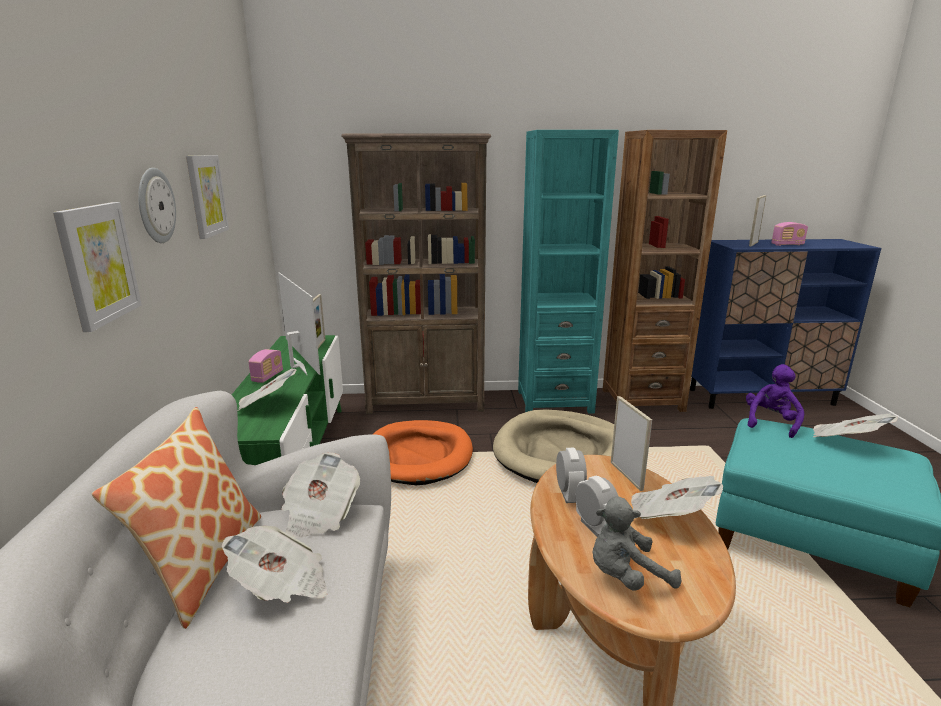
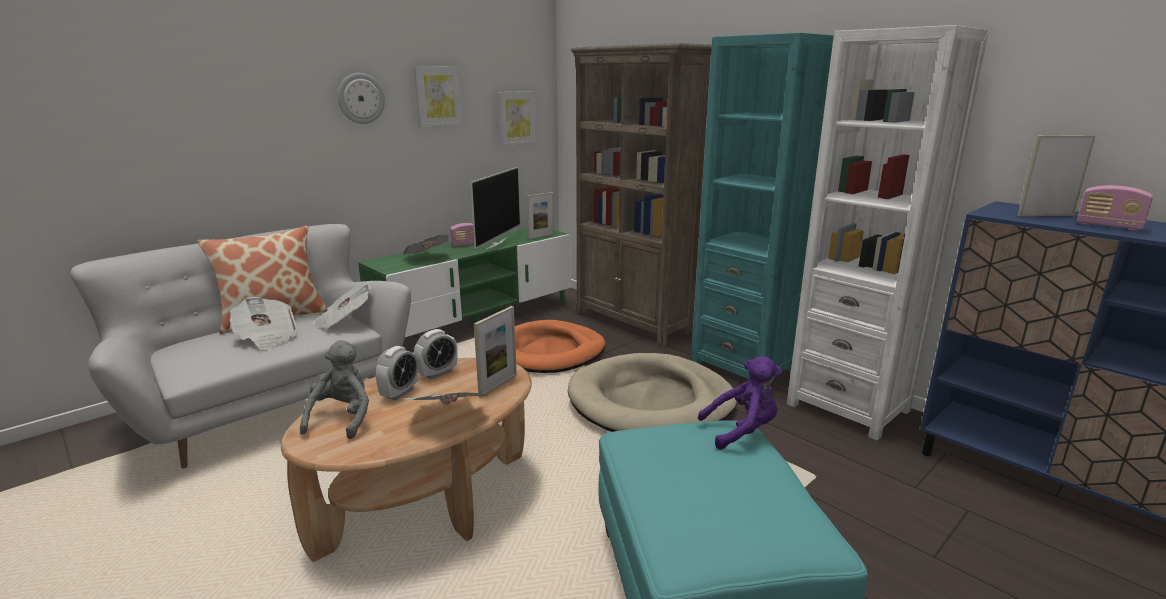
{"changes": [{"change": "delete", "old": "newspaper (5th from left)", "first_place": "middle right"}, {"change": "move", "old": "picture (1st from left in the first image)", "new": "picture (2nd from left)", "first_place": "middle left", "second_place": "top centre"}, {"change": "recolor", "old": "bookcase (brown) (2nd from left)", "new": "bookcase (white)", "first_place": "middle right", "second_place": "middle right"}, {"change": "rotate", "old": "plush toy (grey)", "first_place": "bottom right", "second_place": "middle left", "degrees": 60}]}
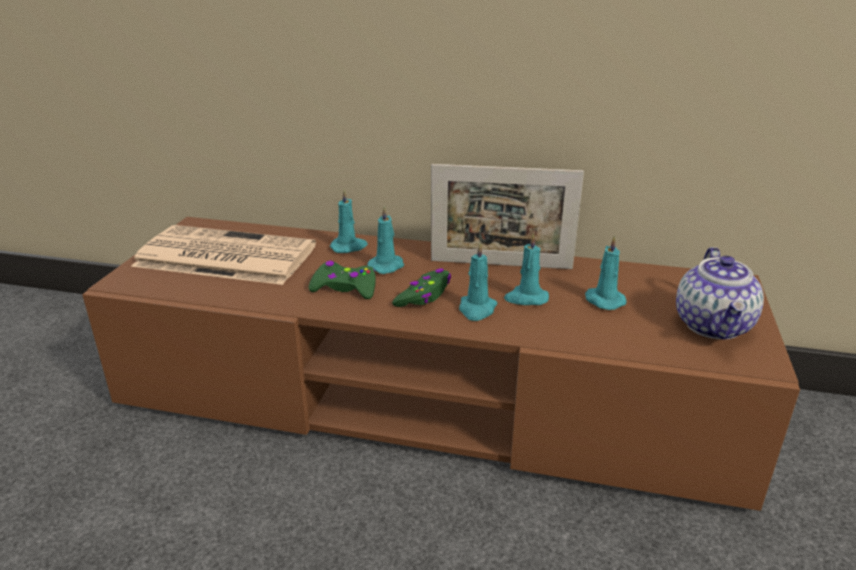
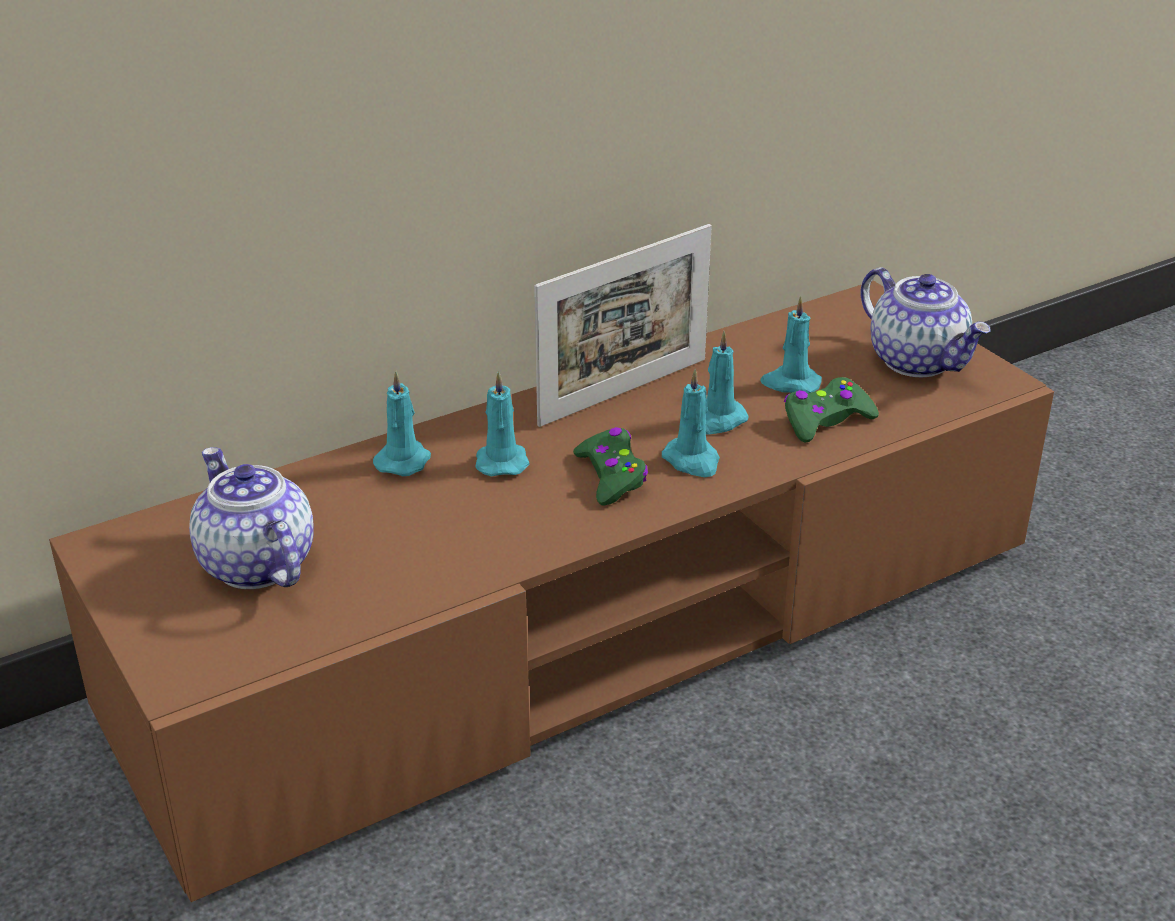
{"changes": [{"change": "move", "old": "game controller (green) (1st from left in the first image)", "new": "game controller (green) (2nd from left)", "first_place": "centre", "second_place": "middle right"}, {"change": "replace", "old": "newspaper", "new": "teapot (1st from left)", "first_place": "middle left", "second_place": "middle left"}]}
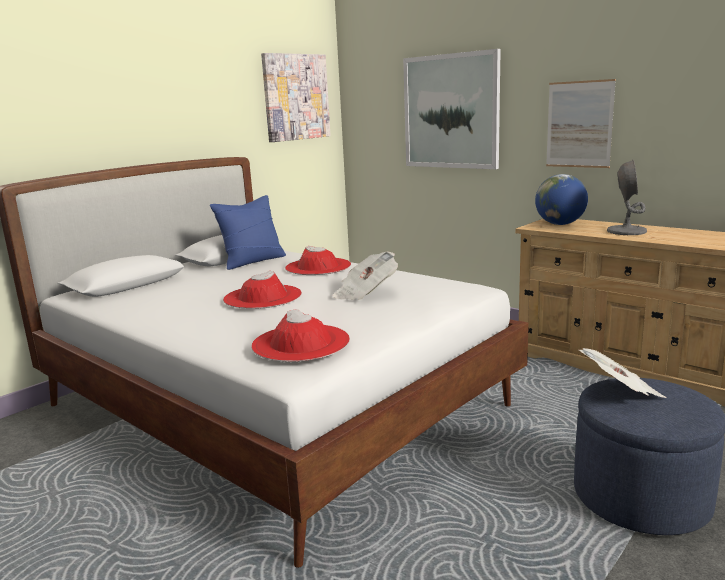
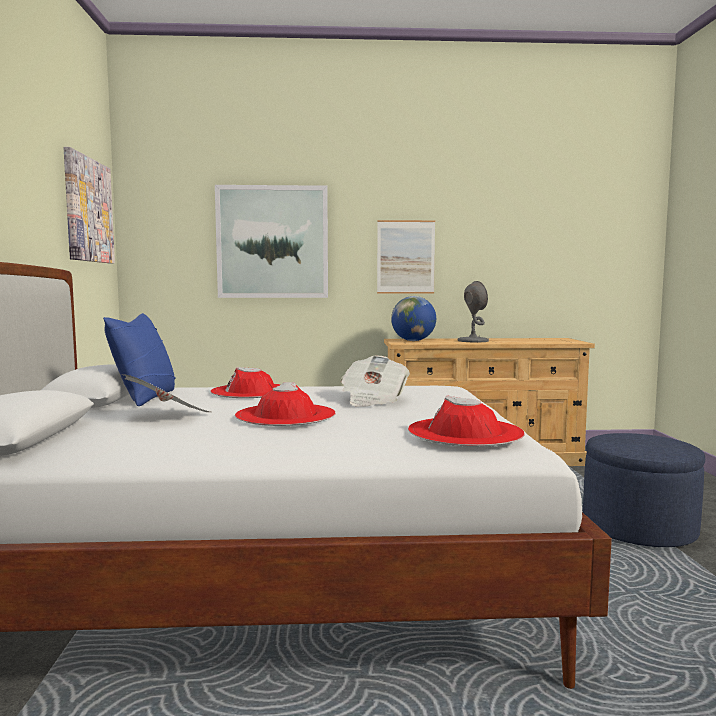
{"changes": [{"change": "move", "old": "newspaper (2nd from left in the first image)", "new": "newspaper (1st from left)", "first_place": "middle right", "second_place": "middle left"}]}
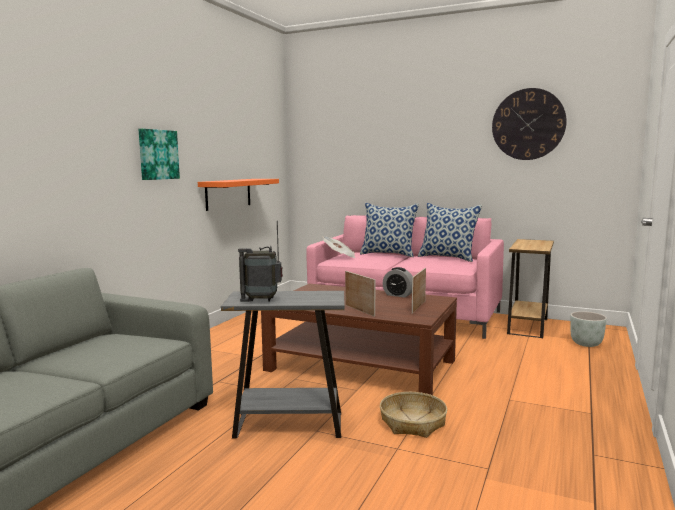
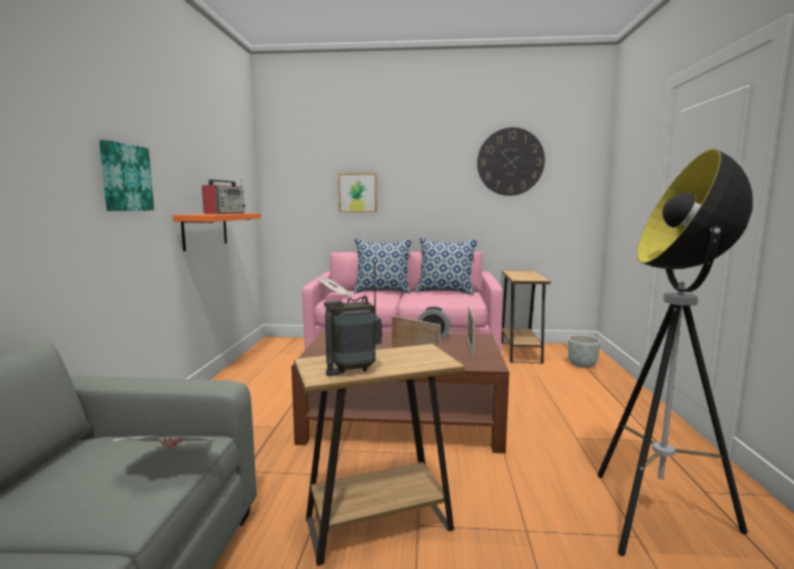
{"changes": [{"change": "delete", "old": "basket", "first_place": "bottom centre"}, {"change": "insert", "new": "newspaper (1st from left)", "second_place": "bottom left"}, {"change": "insert", "new": "radio (1st from left)", "second_place": "middle left"}, {"change": "insert", "new": "picture (2nd from left)", "second_place": "centre"}, {"change": "insert", "new": "floor lamp", "second_place": "middle right"}, {"change": "recolor", "old": "side table (grey)", "new": "side table (brown) (1st from left)", "first_place": "bottom centre", "second_place": "bottom centre"}]}
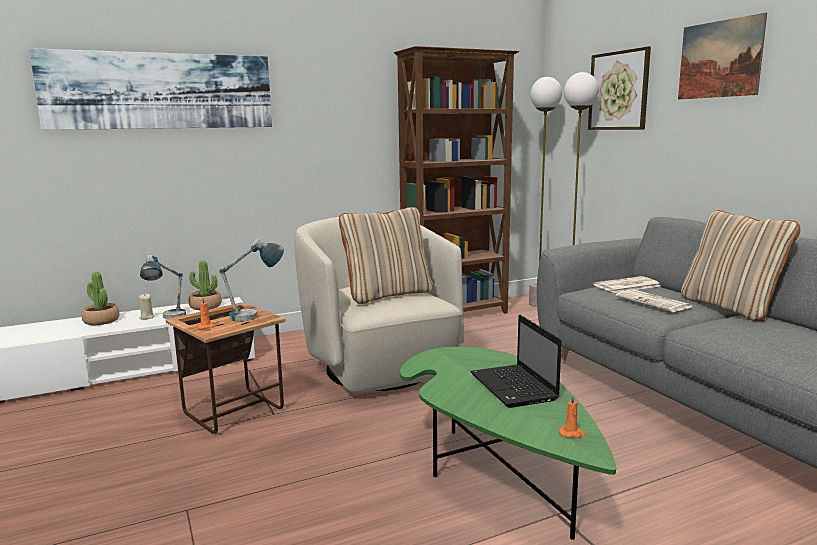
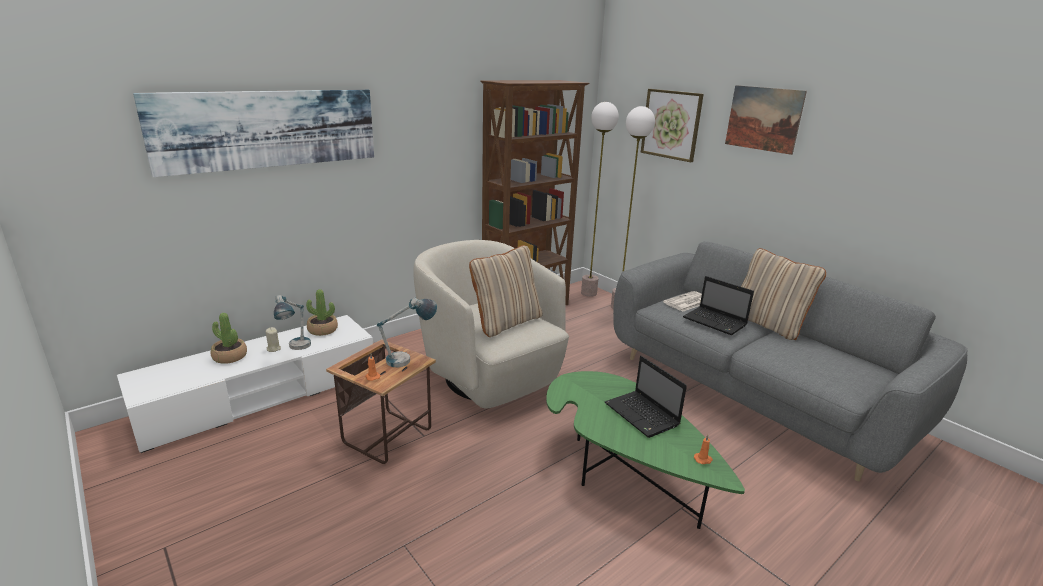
{"changes": [{"change": "replace", "old": "newspaper (2nd from left)", "new": "laptop (2nd from left)", "first_place": "middle right", "second_place": "middle right"}]}
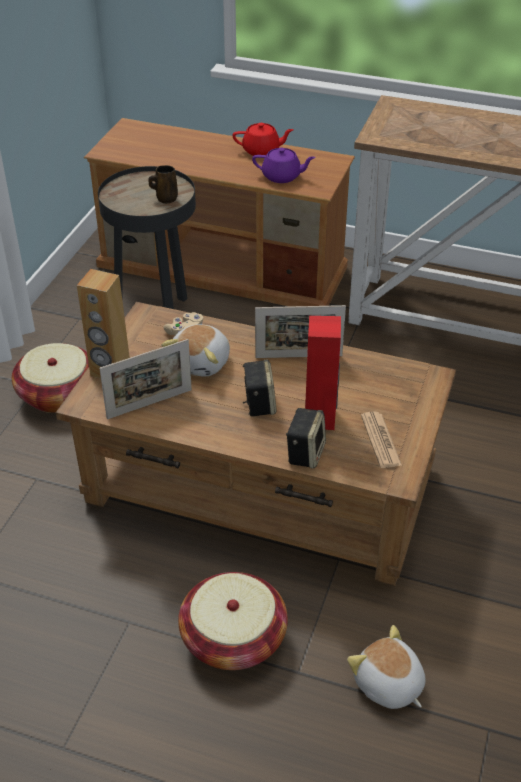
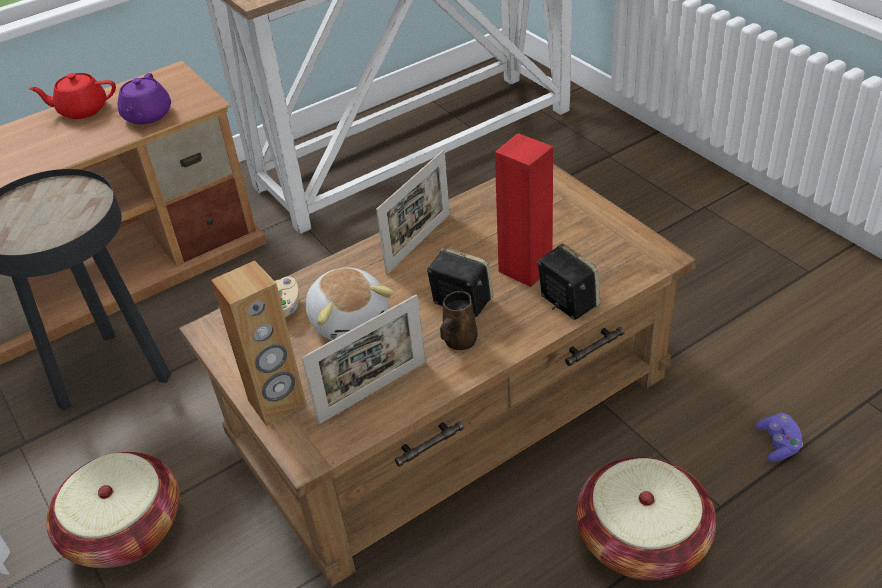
{"changes": [{"change": "delete", "old": "newspaper", "first_place": "middle right"}, {"change": "move", "old": "mug (brown)", "first_place": "top left", "second_place": "centre"}, {"change": "replace", "old": "plush toy (2nd from left)", "new": "game controller (purple)", "first_place": "bottom right", "second_place": "bottom right"}, {"change": "rotate", "old": "picture frame (1st from left)", "first_place": "middle left", "second_place": "centre", "degrees": 45}, {"change": "rotate", "old": "teapot (red)", "first_place": "top centre", "second_place": "top left", "degrees": -135}, {"change": "rotate", "old": "teapot (purple)", "first_place": "top centre", "second_place": "top left", "degrees": 135}]}
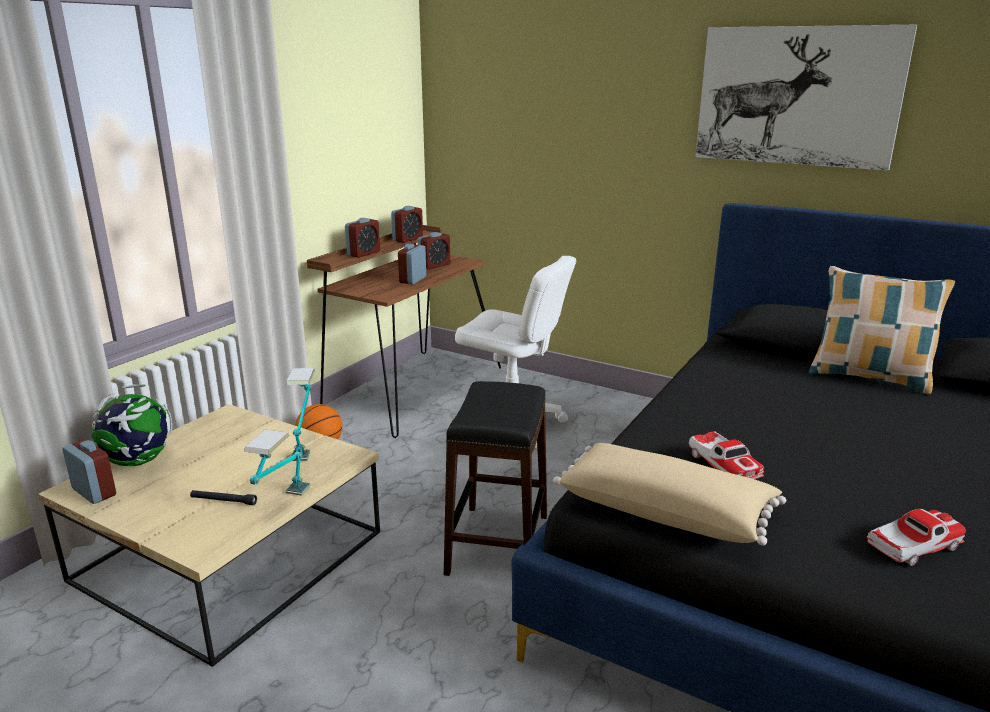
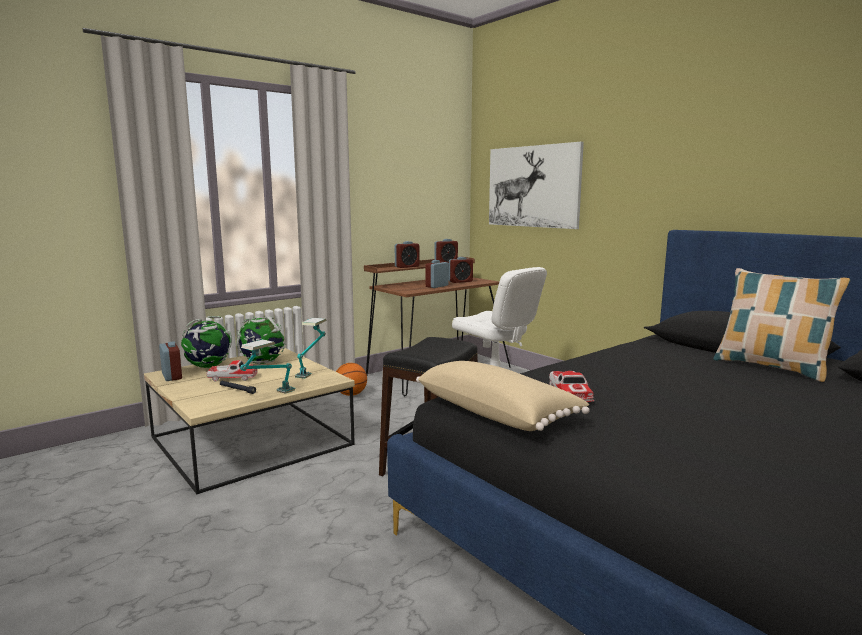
{"changes": [{"change": "insert", "new": "globe (2nd from left)", "second_place": "middle left"}, {"change": "move", "old": "picture", "first_place": "top right", "second_place": "top centre"}, {"change": "move", "old": "toy car (2nd from left in the first image)", "new": "toy car (1st from left)", "first_place": "bottom right", "second_place": "middle left"}]}
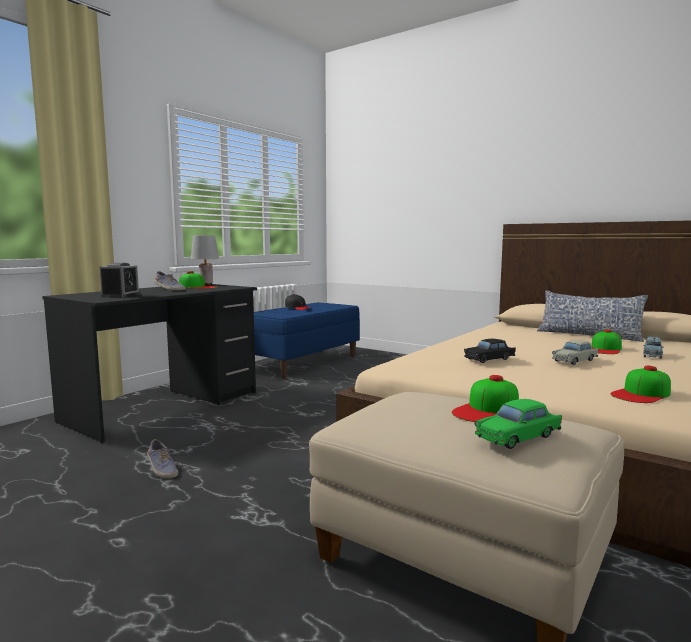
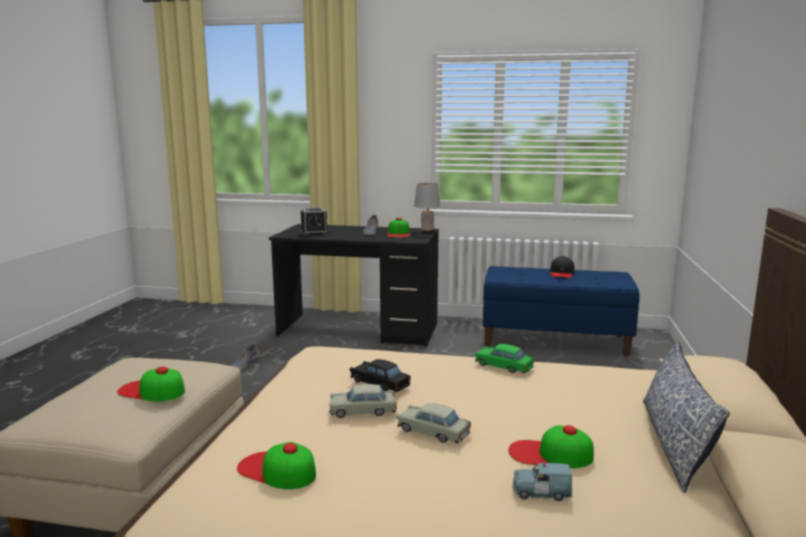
{"changes": [{"change": "insert", "new": "toy car (beige) (1st from left)", "second_place": "bottom centre"}, {"change": "move", "old": "toy car (green)", "first_place": "middle right", "second_place": "bottom centre"}]}
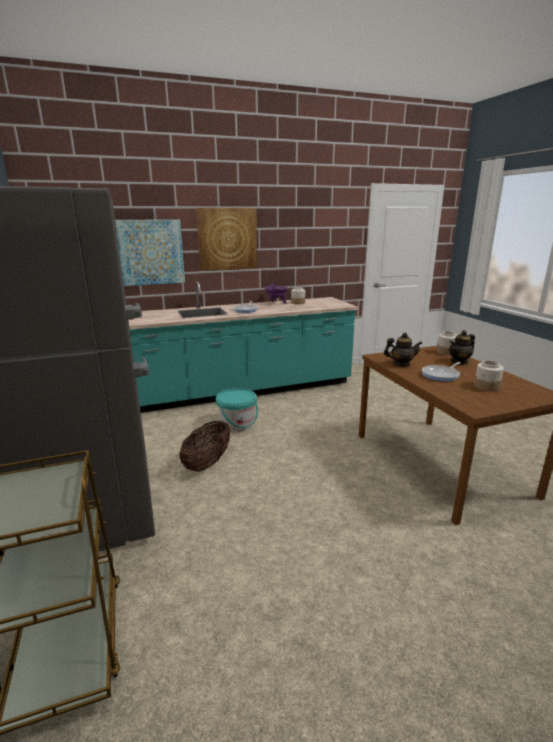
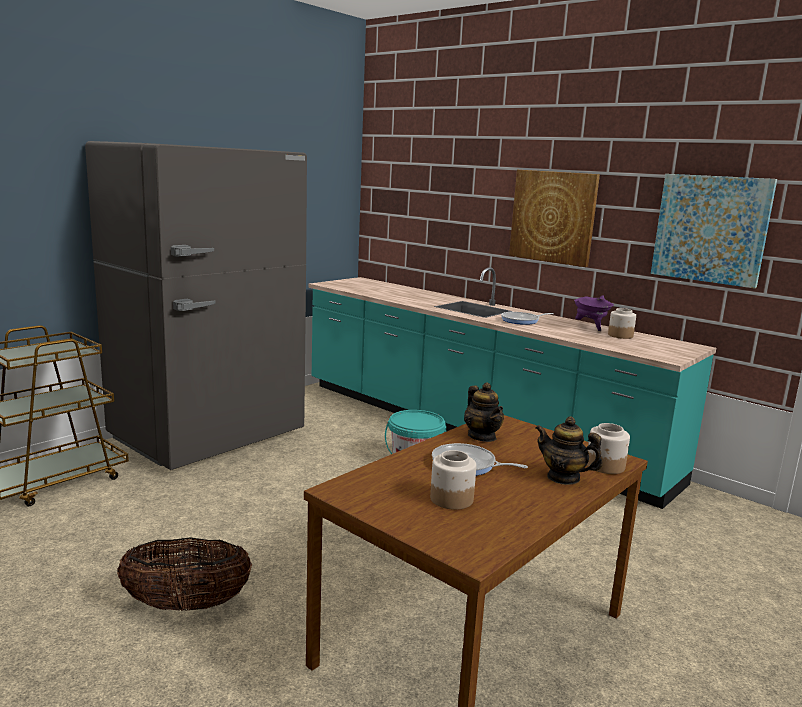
{"changes": [{"change": "move", "old": "picture (1st from left in the first image)", "new": "picture (2nd from left)", "first_place": "middle left", "second_place": "top right"}, {"change": "move", "old": "basket", "first_place": "centre", "second_place": "bottom left"}]}
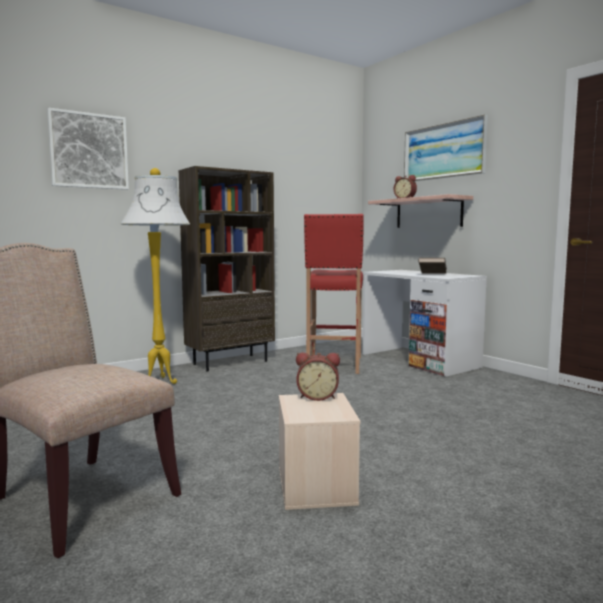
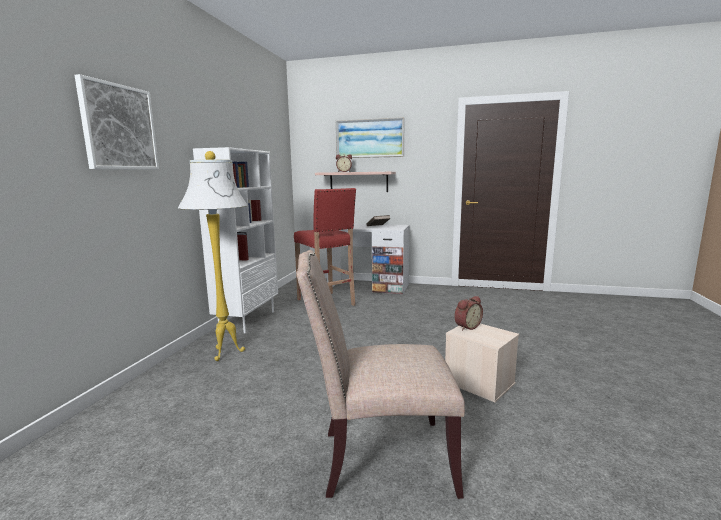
{"changes": [{"change": "recolor", "old": "bookcase (brown)", "new": "bookcase (white)", "first_place": "centre", "second_place": "middle left"}]}
